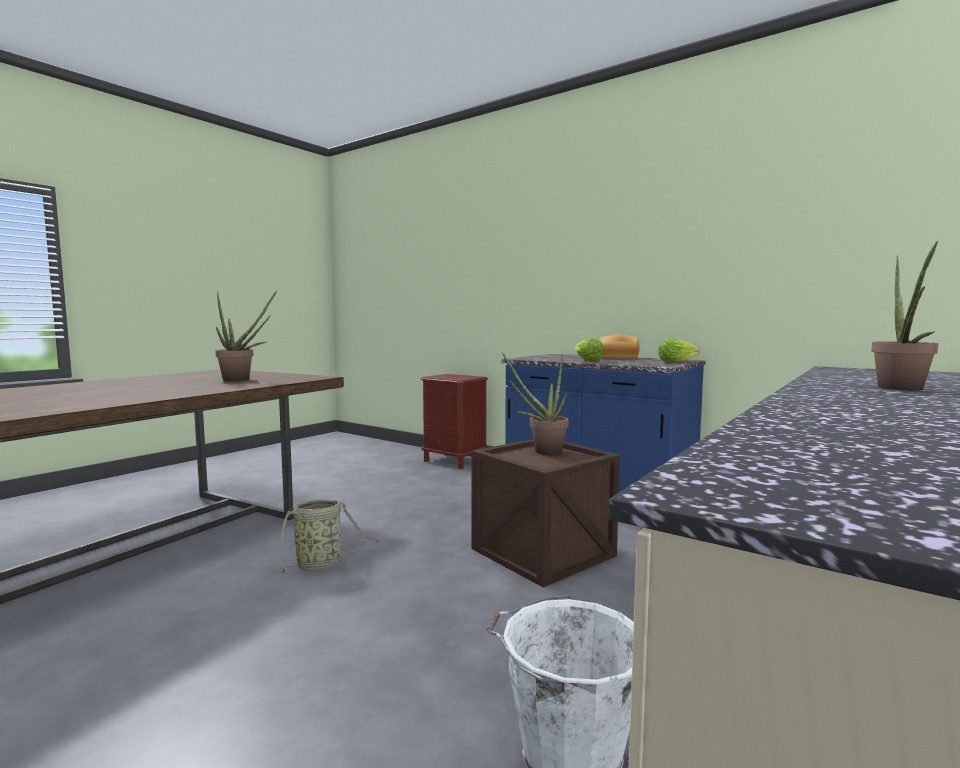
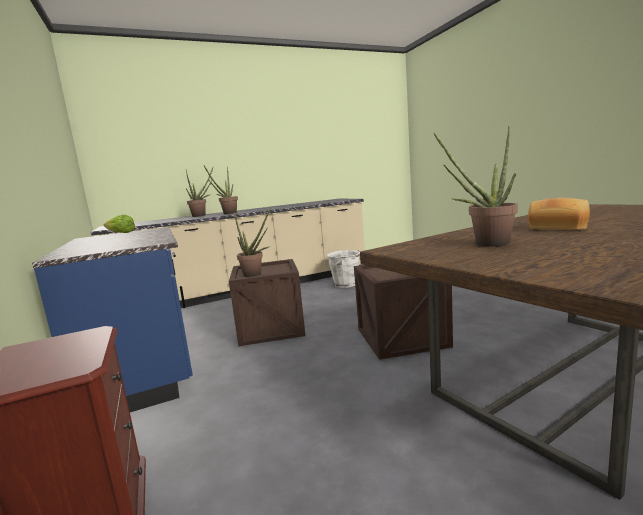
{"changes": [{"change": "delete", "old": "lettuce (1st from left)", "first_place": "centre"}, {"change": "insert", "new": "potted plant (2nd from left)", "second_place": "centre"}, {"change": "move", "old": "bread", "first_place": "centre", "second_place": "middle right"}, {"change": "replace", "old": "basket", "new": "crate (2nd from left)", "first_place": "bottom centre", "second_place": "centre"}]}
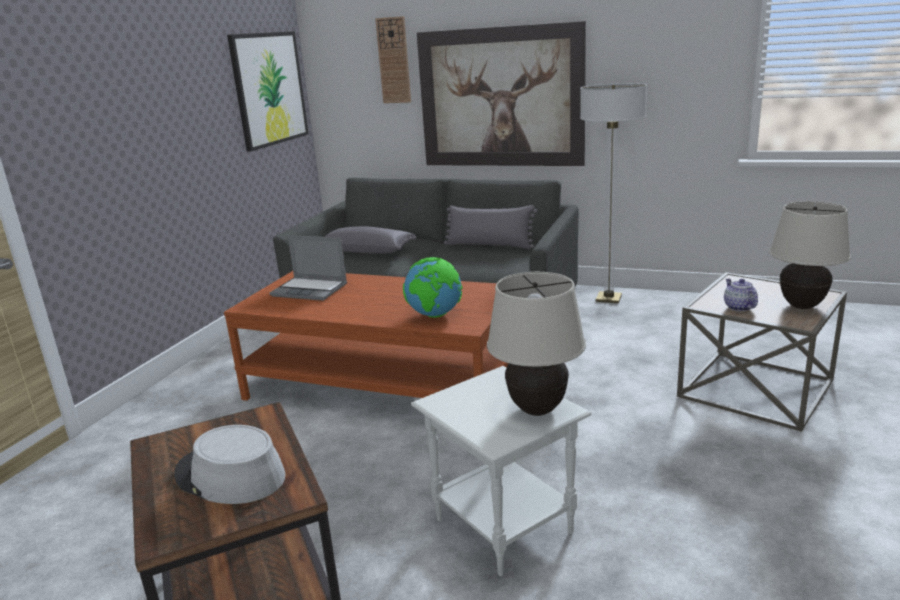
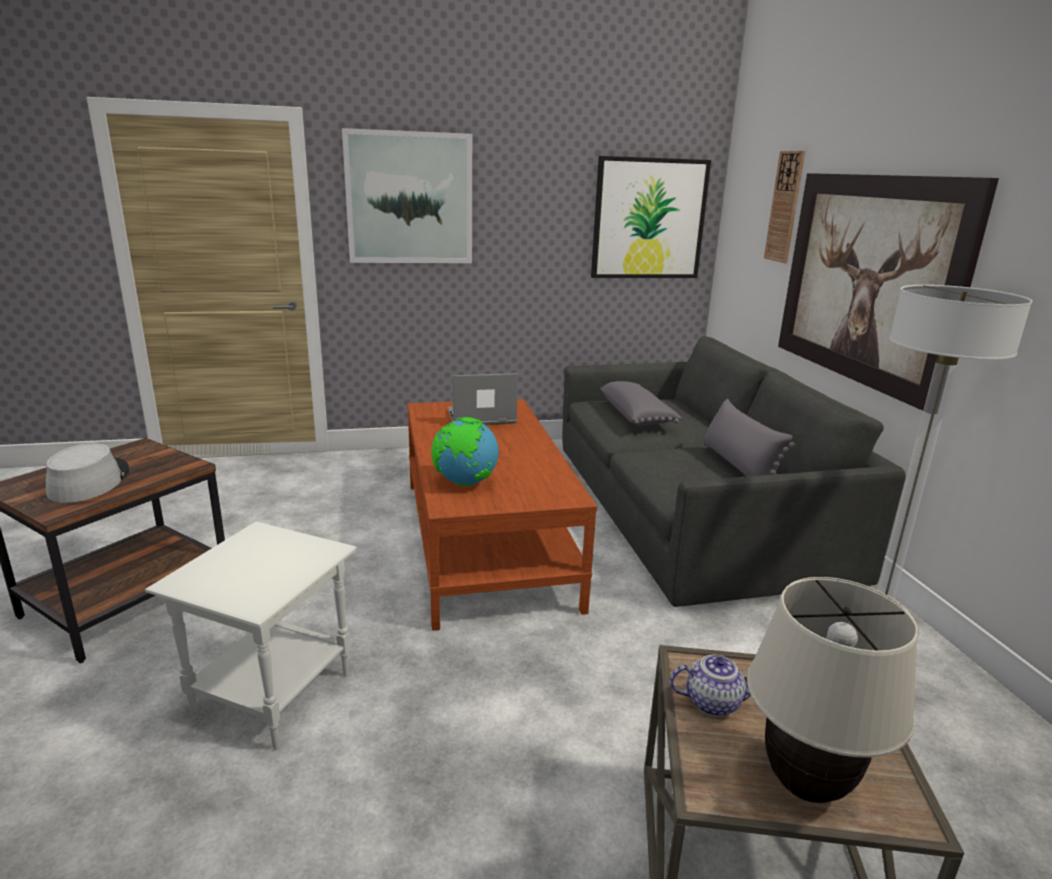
{"changes": [{"change": "delete", "old": "table lamp (beige) (1st from left)", "first_place": "centre"}, {"change": "insert", "new": "picture (1st from left)", "second_place": "top centre"}, {"change": "rotate", "old": "laptop", "first_place": "centre", "second_place": "centre", "degrees": 90}, {"change": "rotate", "old": "teapot", "first_place": "middle right", "second_place": "bottom right", "degrees": 45}]}
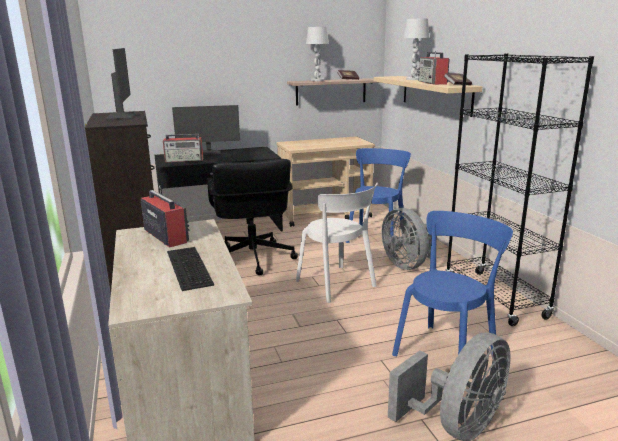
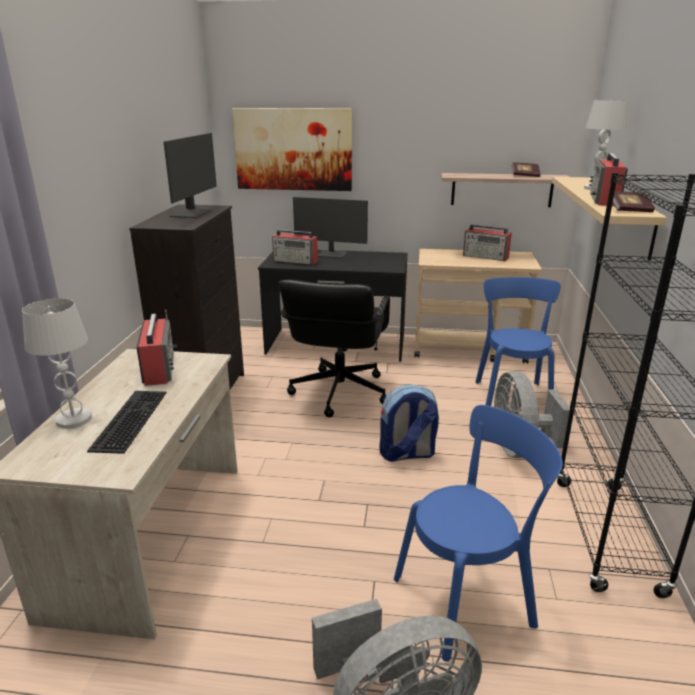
{"changes": [{"change": "insert", "new": "picture", "second_place": "top centre"}, {"change": "insert", "new": "radio (3rd from left)", "second_place": "middle right"}, {"change": "move", "old": "table lamp (white) (1st from left)", "first_place": "top centre", "second_place": "middle left"}, {"change": "replace", "old": "chair (white)", "new": "backpack", "first_place": "centre", "second_place": "centre"}, {"change": "rotate", "old": "chair (blue) (1st from left in the first image)", "first_place": "centre", "second_place": "middle right", "degrees": -45}]}
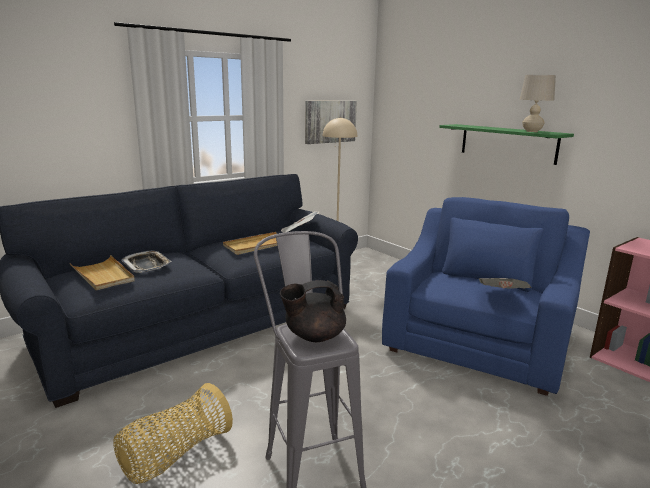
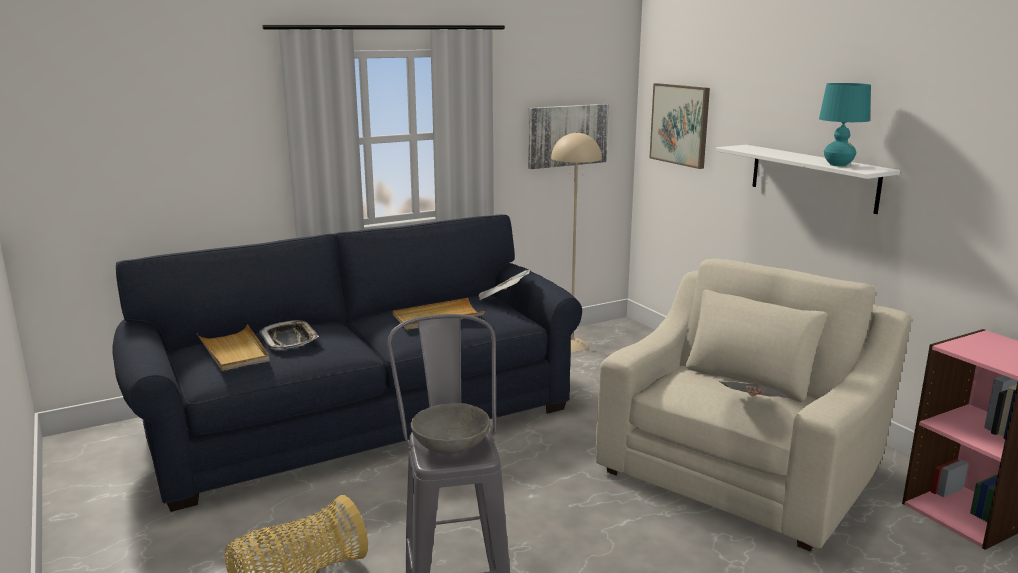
{"changes": [{"change": "insert", "new": "picture (2nd from left)", "second_place": "top right"}, {"change": "replace", "old": "teapot (black)", "new": "bowl (grey)", "first_place": "centre", "second_place": "bottom centre"}, {"change": "recolor", "old": "armchair (blue)", "new": "armchair (beige)", "first_place": "middle right", "second_place": "bottom right"}, {"change": "recolor", "old": "shelf (green)", "new": "shelf (white)", "first_place": "top right", "second_place": "top right"}, {"change": "recolor", "old": "table lamp (beige)", "new": "table lamp (turquoise)", "first_place": "top right", "second_place": "top right"}]}
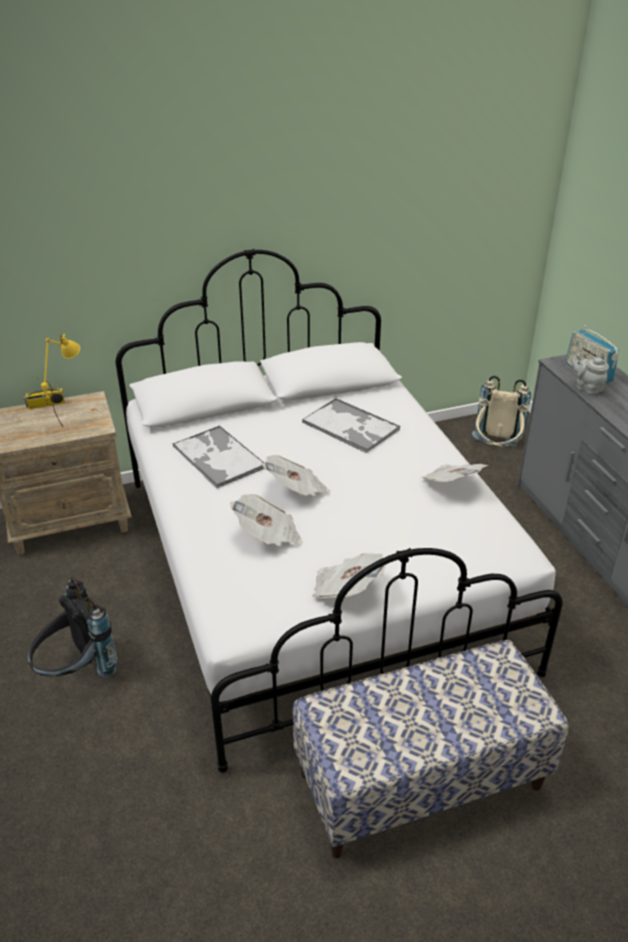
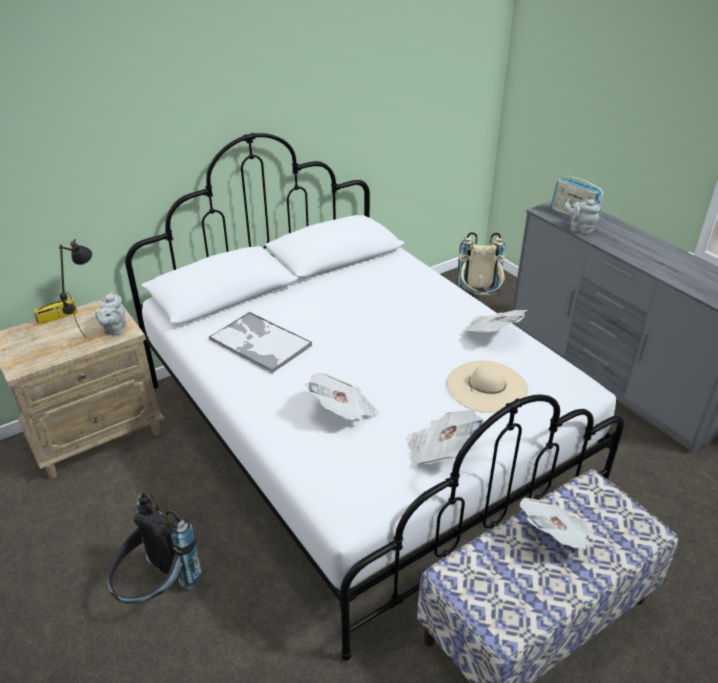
{"changes": [{"change": "delete", "old": "tray (2nd from left)", "first_place": "centre"}, {"change": "insert", "new": "teapot (grey) (1st from left)", "second_place": "middle left"}, {"change": "insert", "new": "hat (beige)", "second_place": "middle right"}, {"change": "move", "old": "newspaper (2nd from left in the first image)", "new": "newspaper (4th from left)", "first_place": "centre", "second_place": "bottom right"}, {"change": "recolor", "old": "table lamp (yellow)", "new": "table lamp (black)", "first_place": "middle left", "second_place": "middle left"}]}
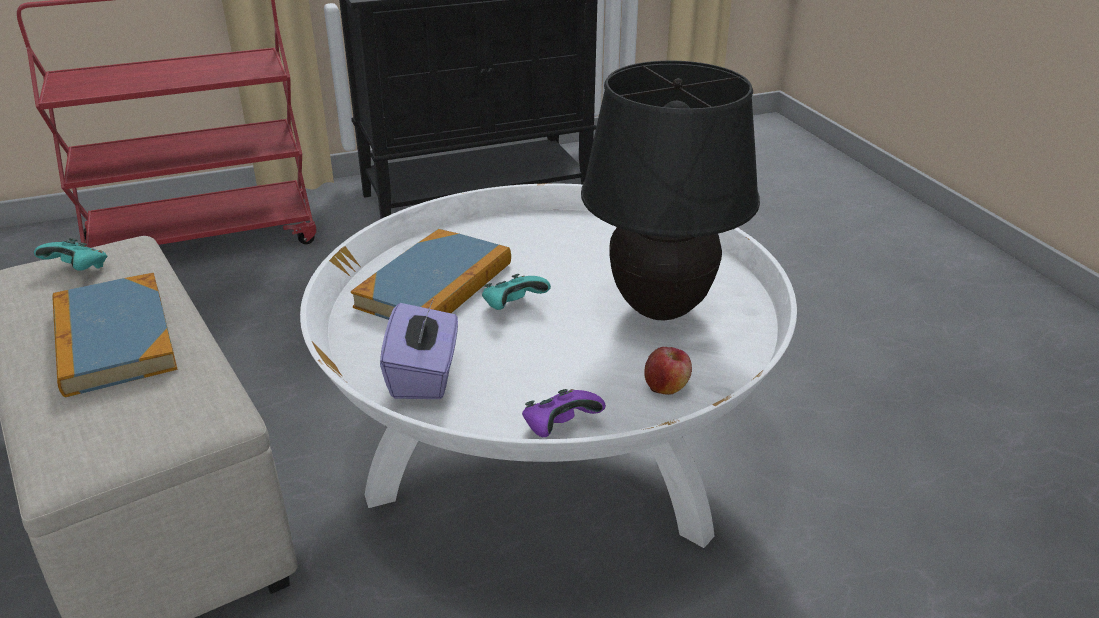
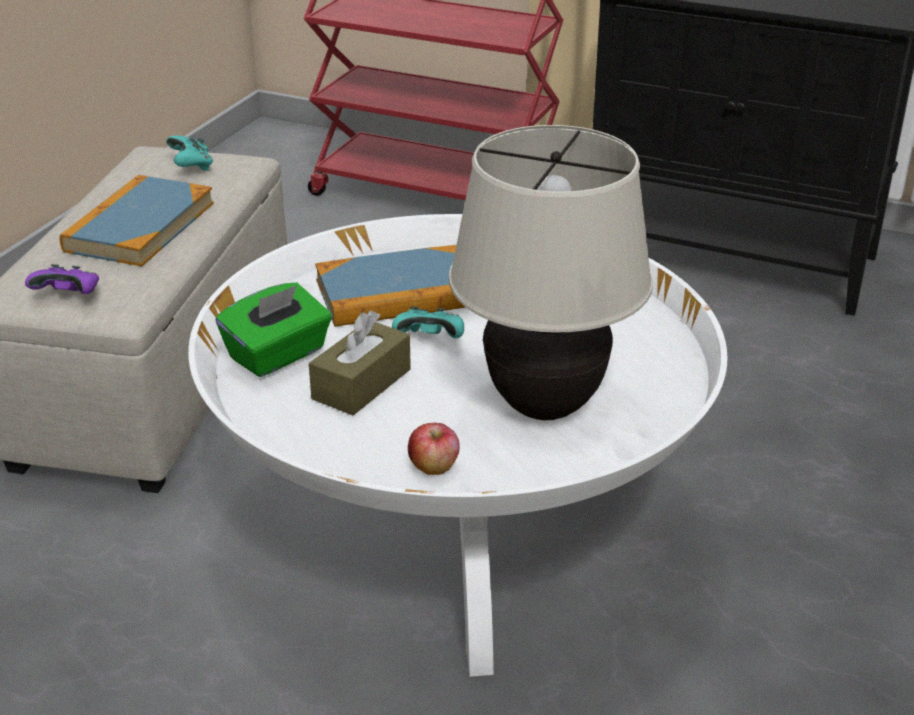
{"changes": [{"change": "insert", "new": "tissue box (brown)", "second_place": "centre"}, {"change": "move", "old": "game controller (purple)", "first_place": "bottom centre", "second_place": "middle left"}, {"change": "recolor", "old": "tissue box (purple)", "new": "tissue box (green)", "first_place": "centre", "second_place": "middle left"}, {"change": "recolor", "old": "table lamp (black)", "new": "table lamp (beige)", "first_place": "top centre", "second_place": "centre"}]}
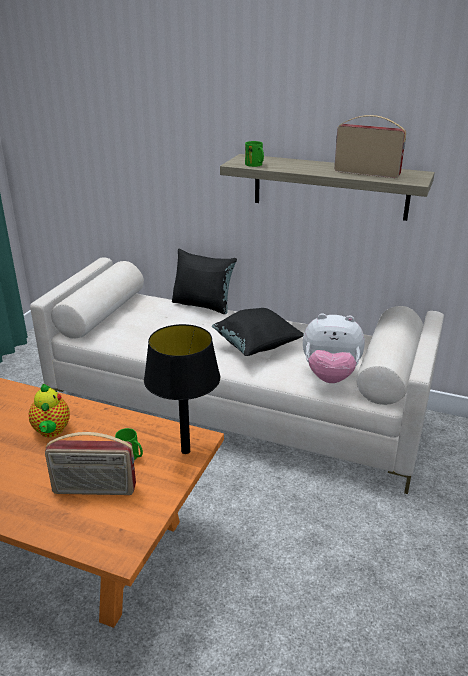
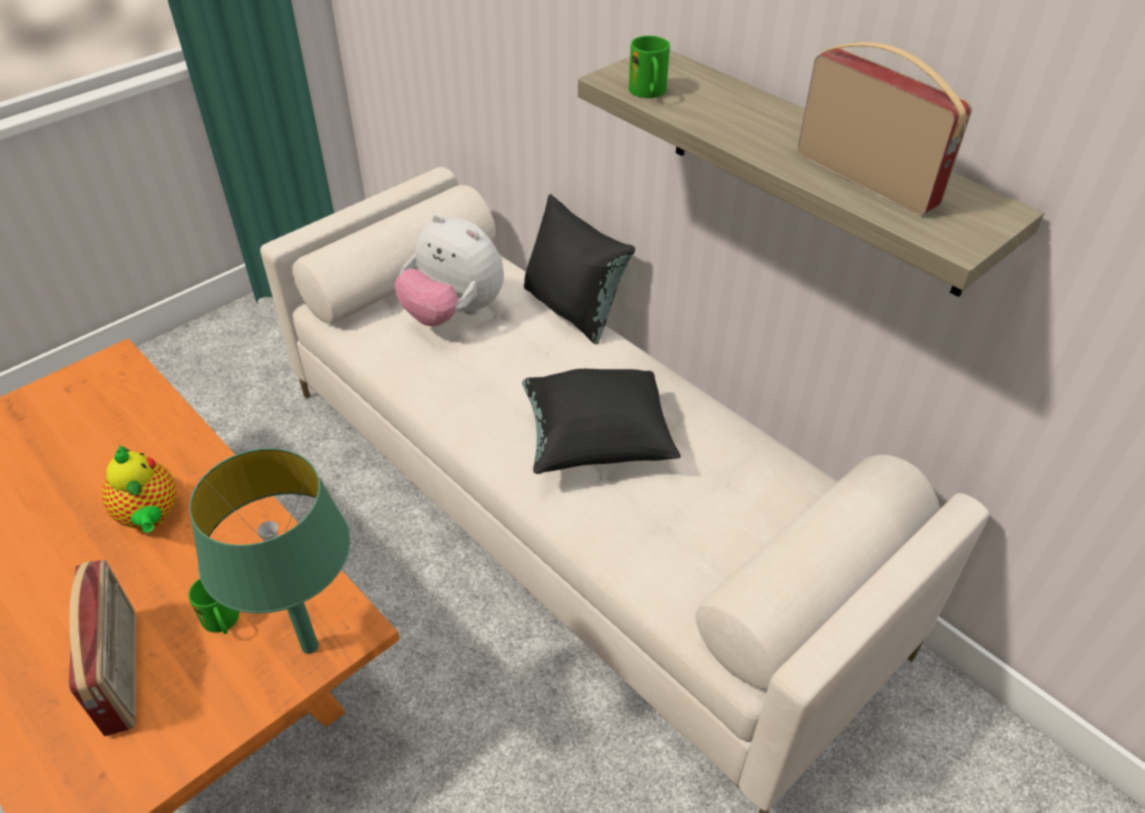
{"changes": [{"change": "move", "old": "plush toy", "first_place": "middle right", "second_place": "top centre"}, {"change": "recolor", "old": "table lamp (black)", "new": "table lamp (green)", "first_place": "centre", "second_place": "bottom left"}, {"change": "rotate", "old": "teapot", "first_place": "middle left", "second_place": "middle left", "degrees": -45}, {"change": "rotate", "old": "radio (1st from left)", "first_place": "bottom left", "second_place": "bottom left", "degrees": -135}]}
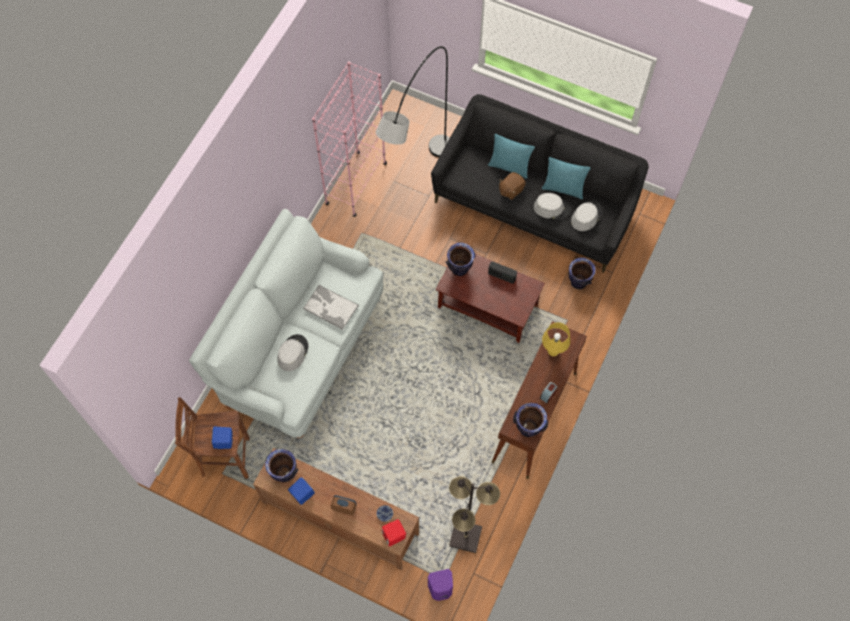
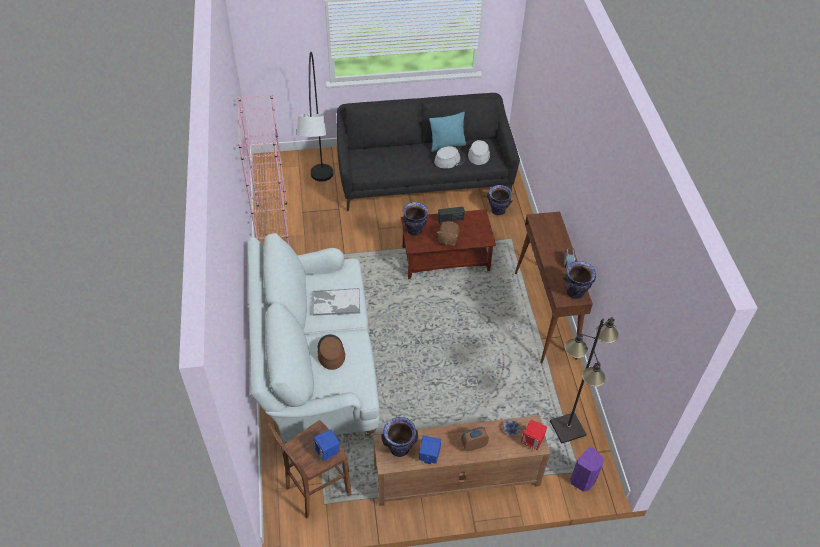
{"changes": [{"change": "delete", "old": "pillow (turquoise) (1st from left)", "first_place": "top centre"}, {"change": "delete", "old": "table lamp (yellow)", "first_place": "centre"}, {"change": "move", "old": "plush toy (brown)", "first_place": "top centre", "second_place": "centre"}, {"change": "recolor", "old": "hat (grey) (1st from left)", "new": "hat (brown)", "first_place": "centre", "second_place": "centre"}]}
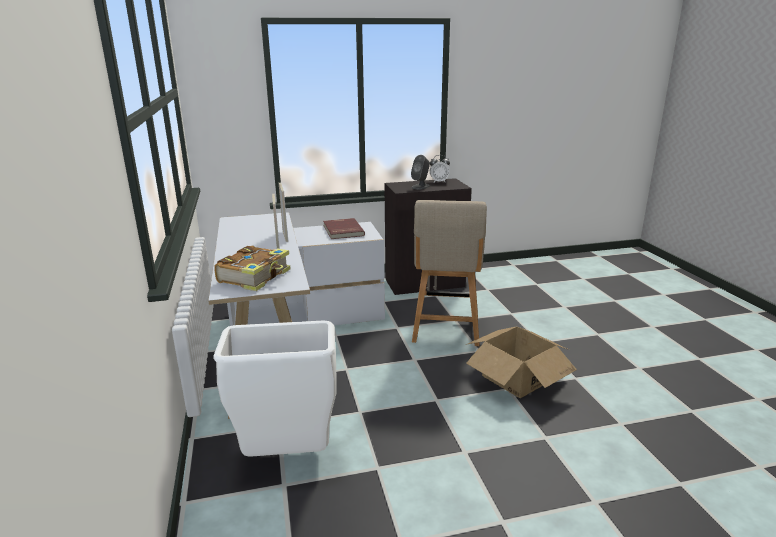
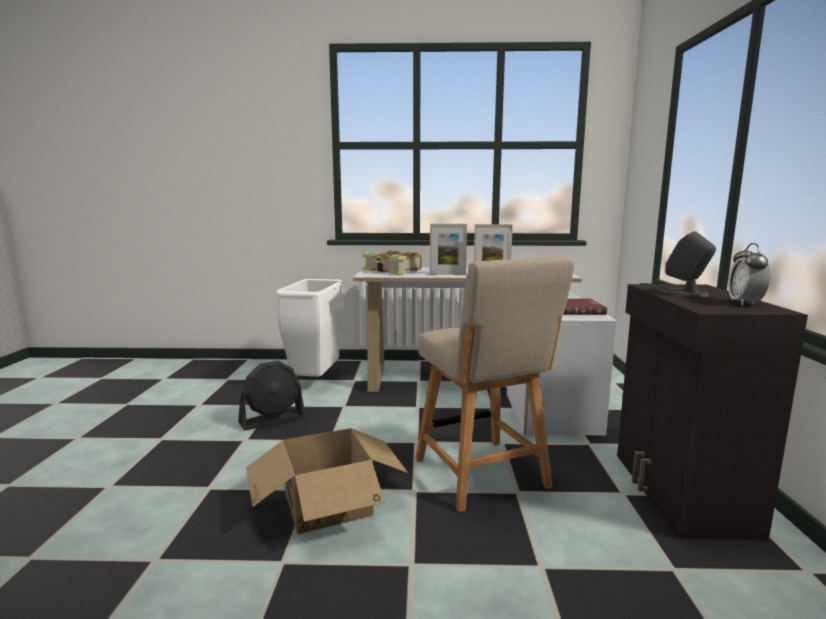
{"changes": [{"change": "insert", "new": "fan (black)", "second_place": "middle left"}, {"change": "rotate", "old": "chair (beige)", "first_place": "centre", "second_place": "centre", "degrees": -135}]}
